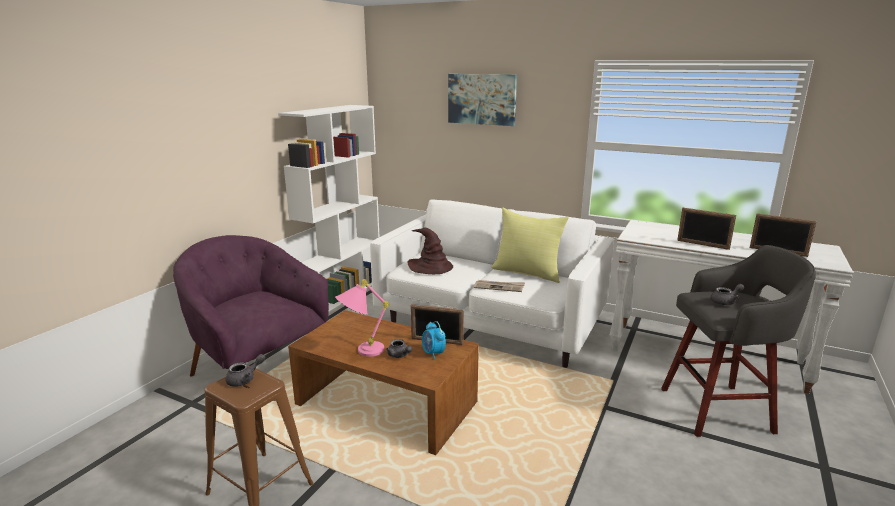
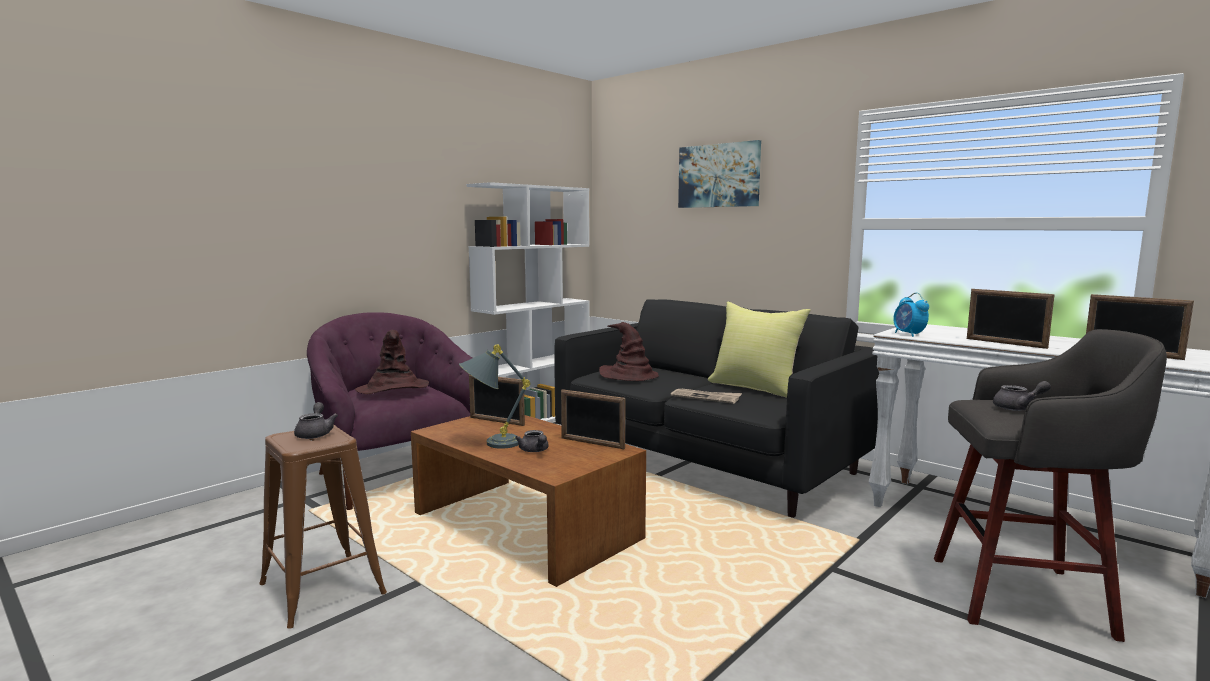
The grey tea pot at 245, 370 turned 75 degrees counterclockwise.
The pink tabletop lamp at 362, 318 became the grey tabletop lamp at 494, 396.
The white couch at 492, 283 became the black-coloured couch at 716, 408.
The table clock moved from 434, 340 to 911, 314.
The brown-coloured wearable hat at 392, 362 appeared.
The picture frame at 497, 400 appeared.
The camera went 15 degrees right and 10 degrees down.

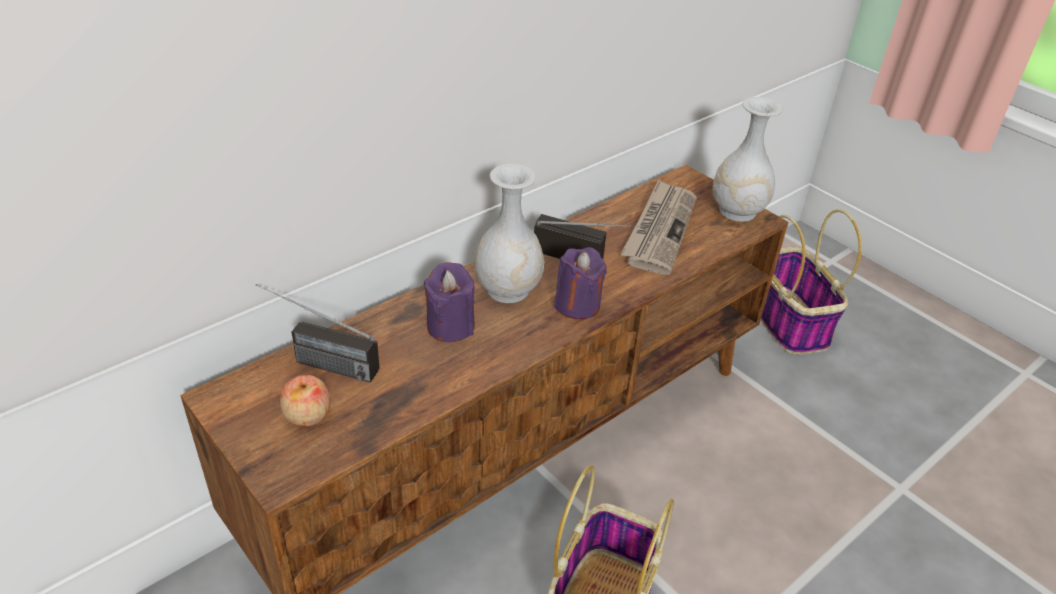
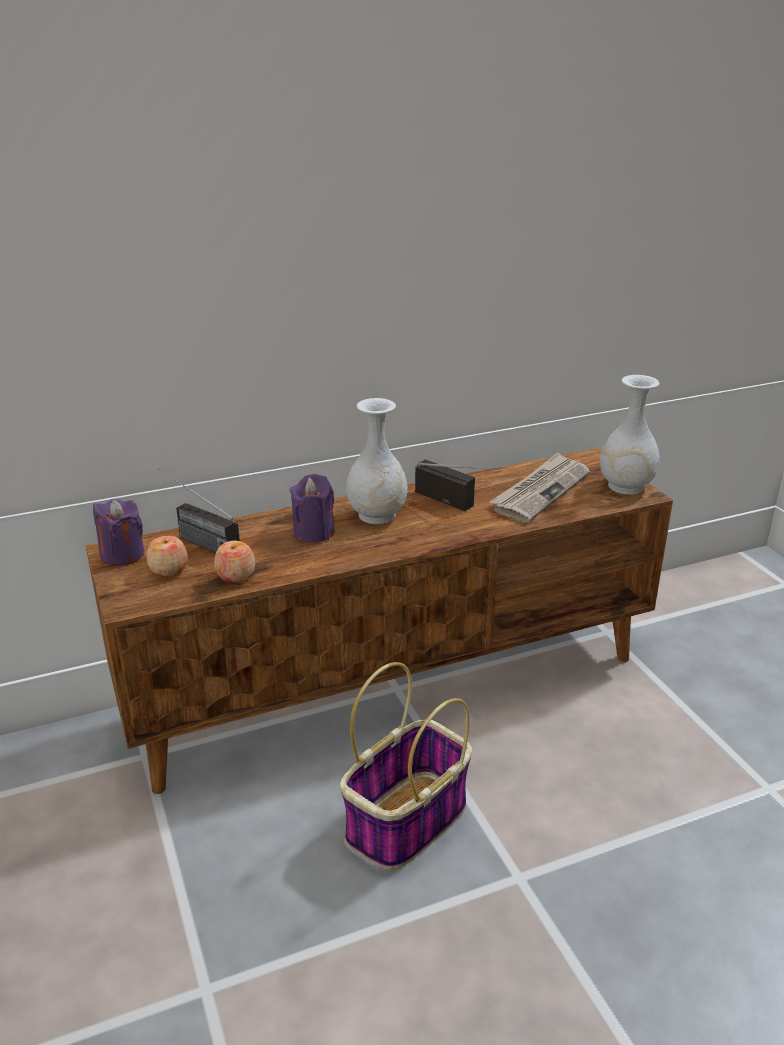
The purplish wax candle moved from 580, 283 to 119, 532.
The household basket at 811, 282 disappeared.
The apple fruit at 234, 562 appeared.
The camera went 20 degrees right and 10 degrees down.

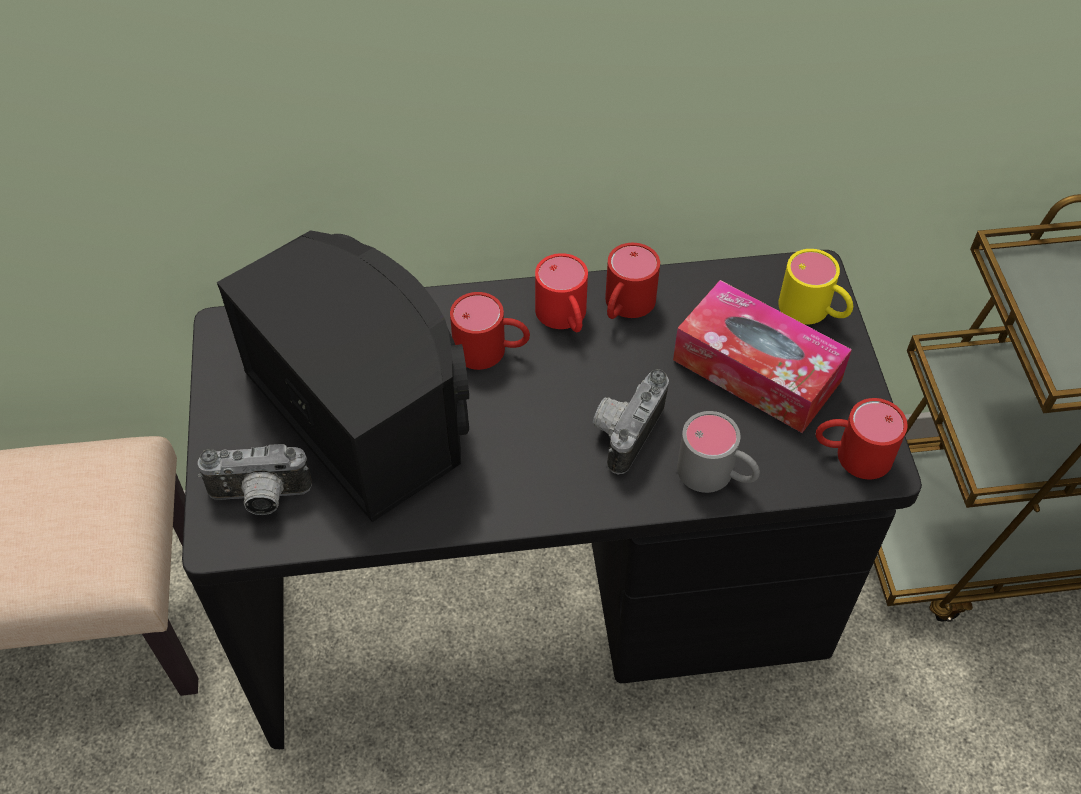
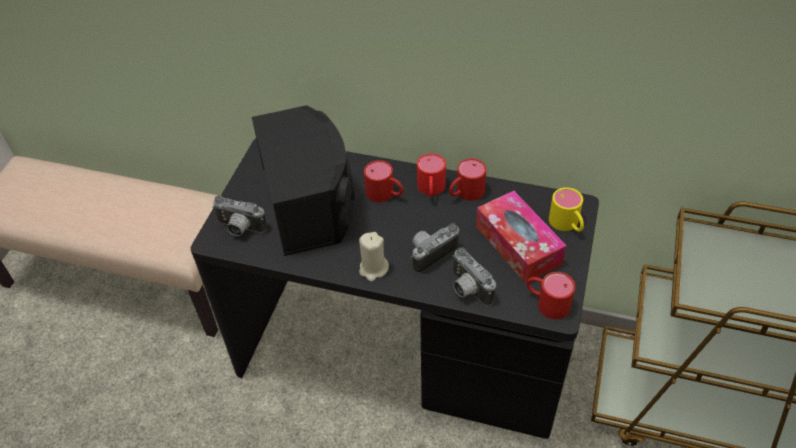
The grey mug at 718, 452 was replaced by the photo camera at 474, 276.
The beige-coloured wax candle at 374, 256 appeared.
The camera went 25 degrees right and 5 degrees down.

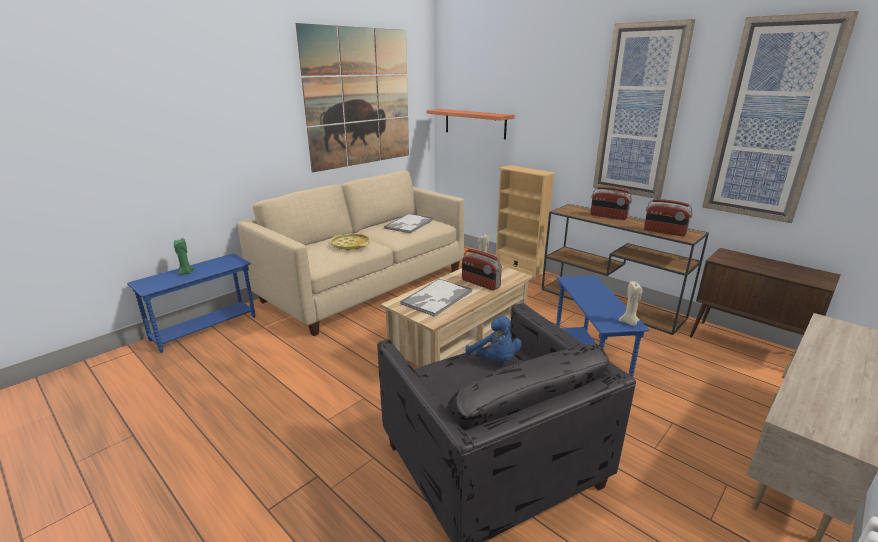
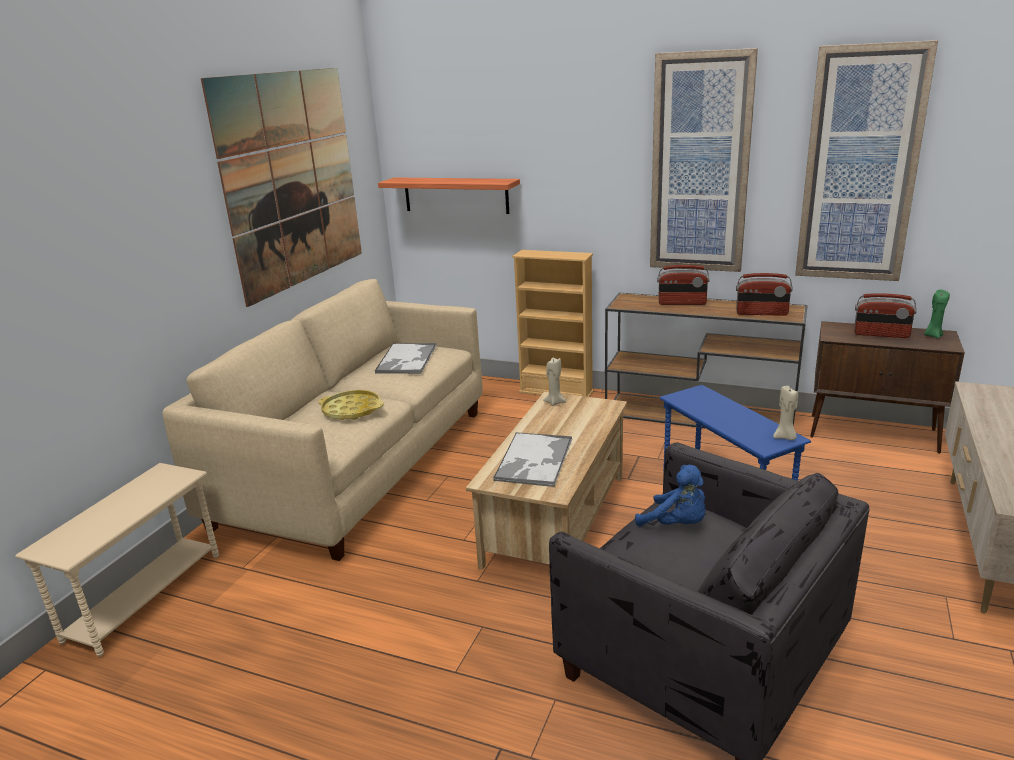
The blue end table at 191, 303 became the beige-coloured end table at 117, 560.
The green wax candle moved from 184, 256 to 937, 314.
The radio set moved from 482, 270 to 885, 315.
The camera went 20 degrees left and 0 degrees up.

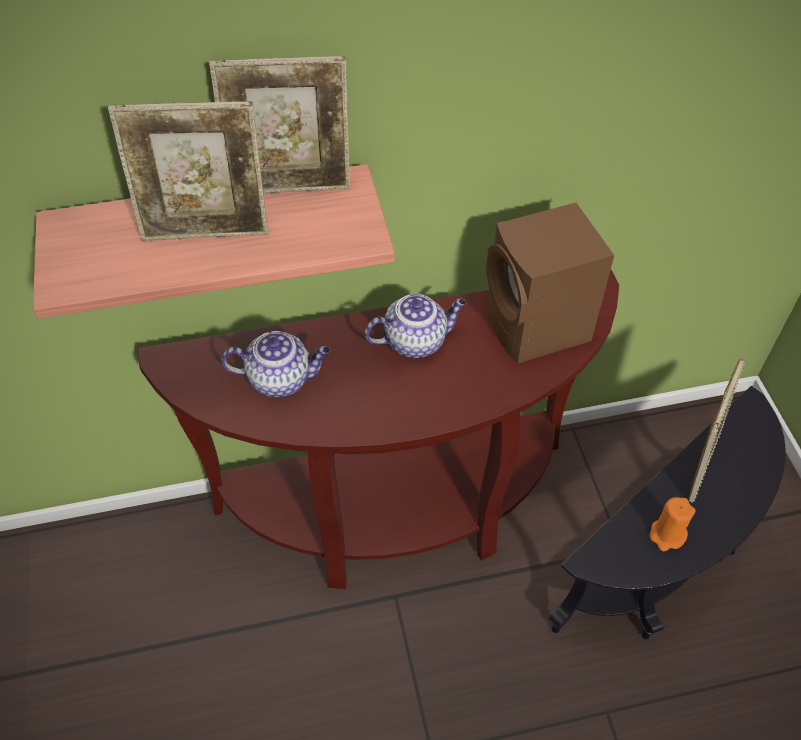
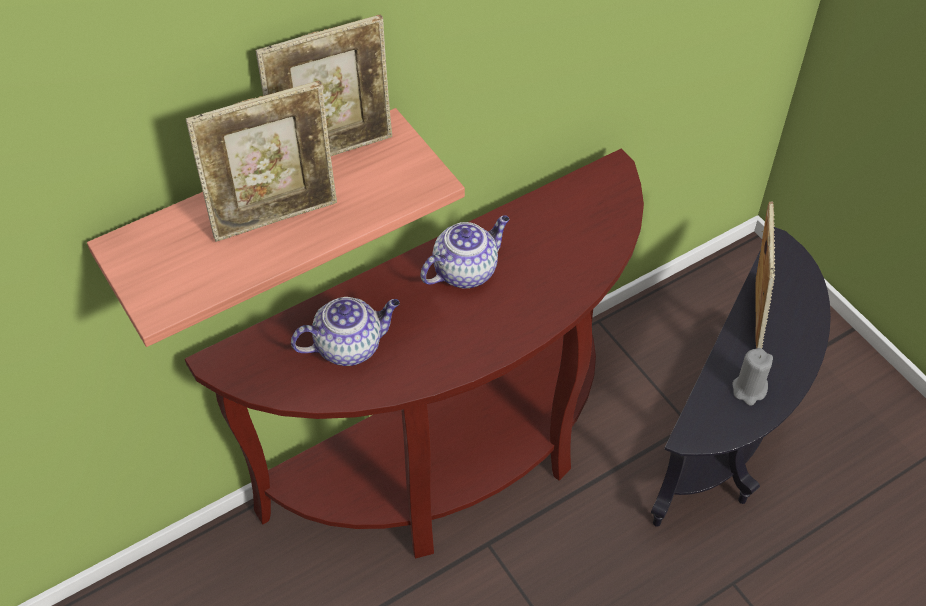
The brown-coloured loudspeaker at 550, 283 disappeared.
The orange wax candle at 672, 524 became the grey wax candle at 752, 377.
The camera went 20 degrees left and 0 degrees up.

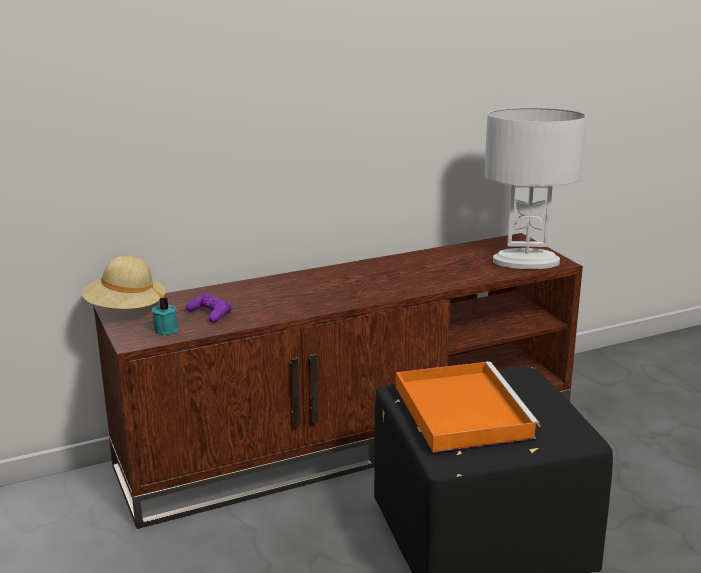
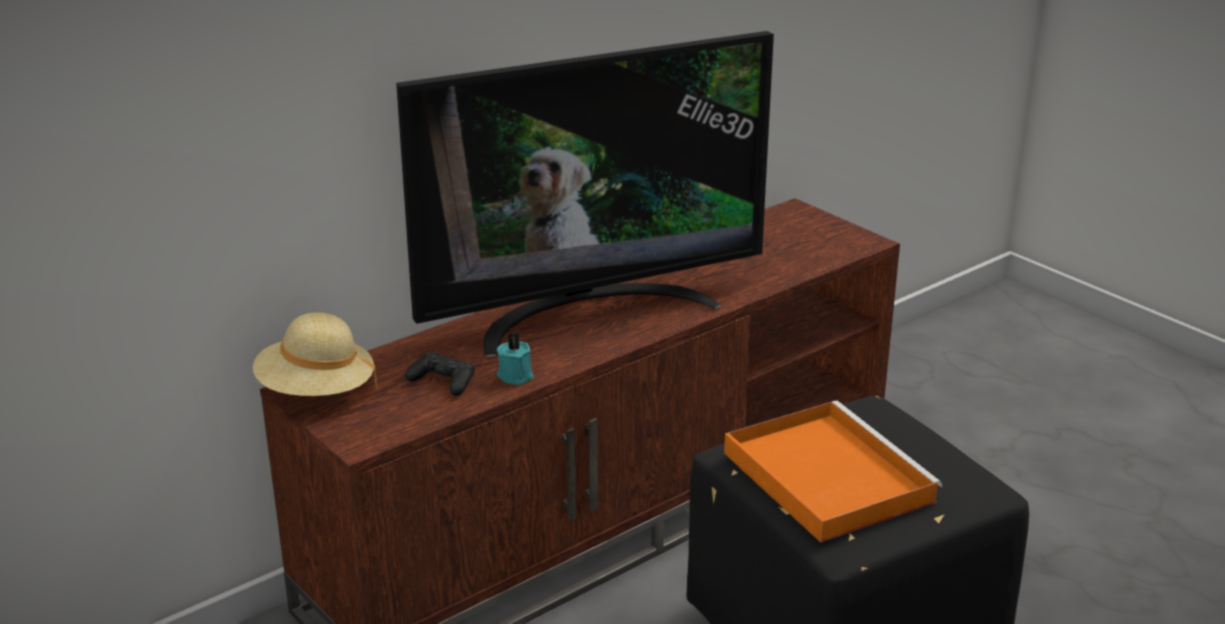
The blue-green wax candle moved from 165, 316 to 515, 358.
The purplish gamepad at 209, 308 became the black-coloured gamepad at 440, 374.
The white tabletop lamp at 535, 188 disappeared.
The TV at 585, 194 appeared.
The camera went 15 degrees left and 5 degrees up.

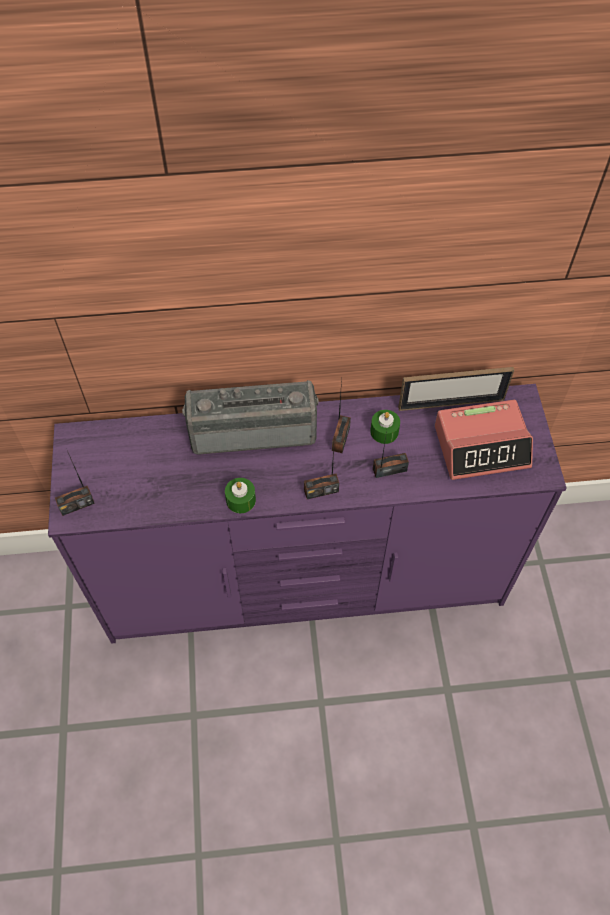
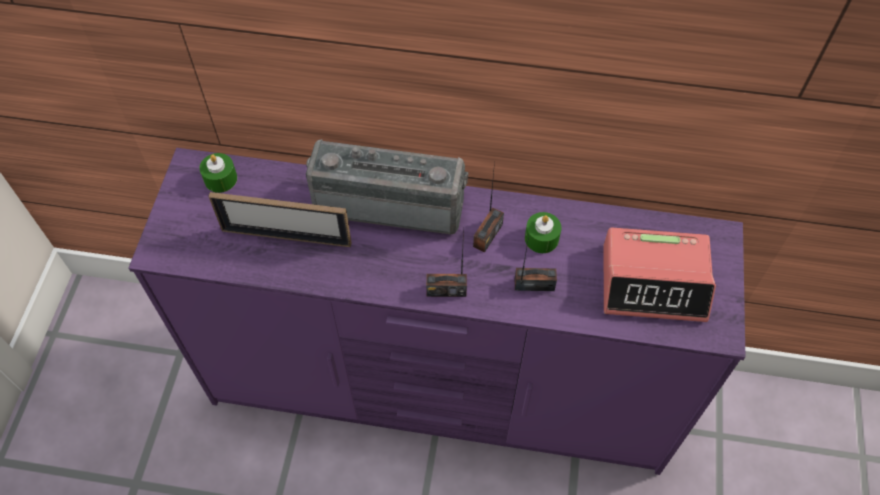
The radio set at 75, 483 disappeared.
The green wax candle moved from 240, 495 to 218, 173.
The picture frame moved from 456, 389 to 280, 219.
The camera went 15 degrees right and 0 degrees up.

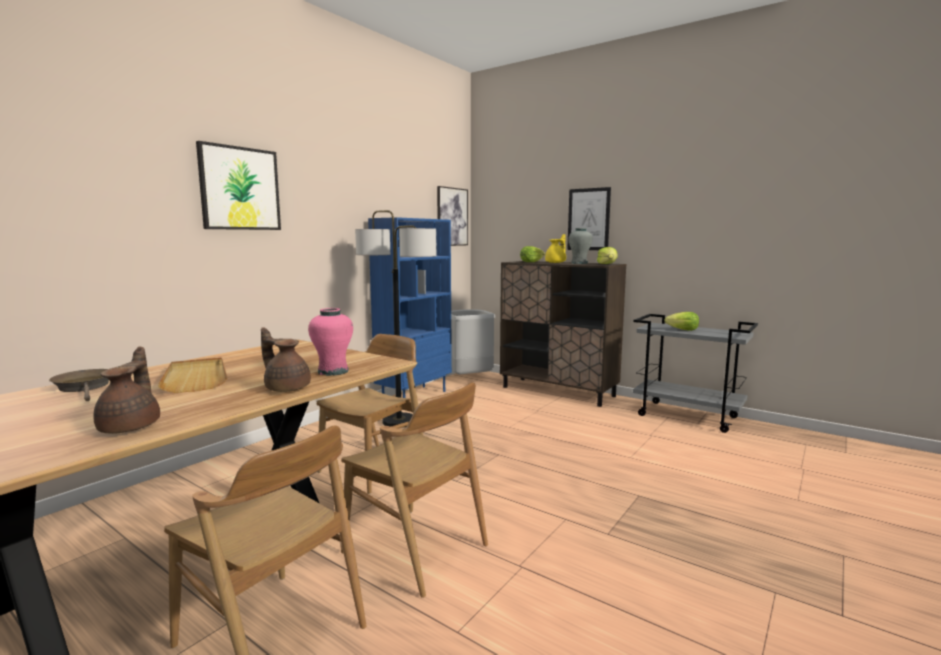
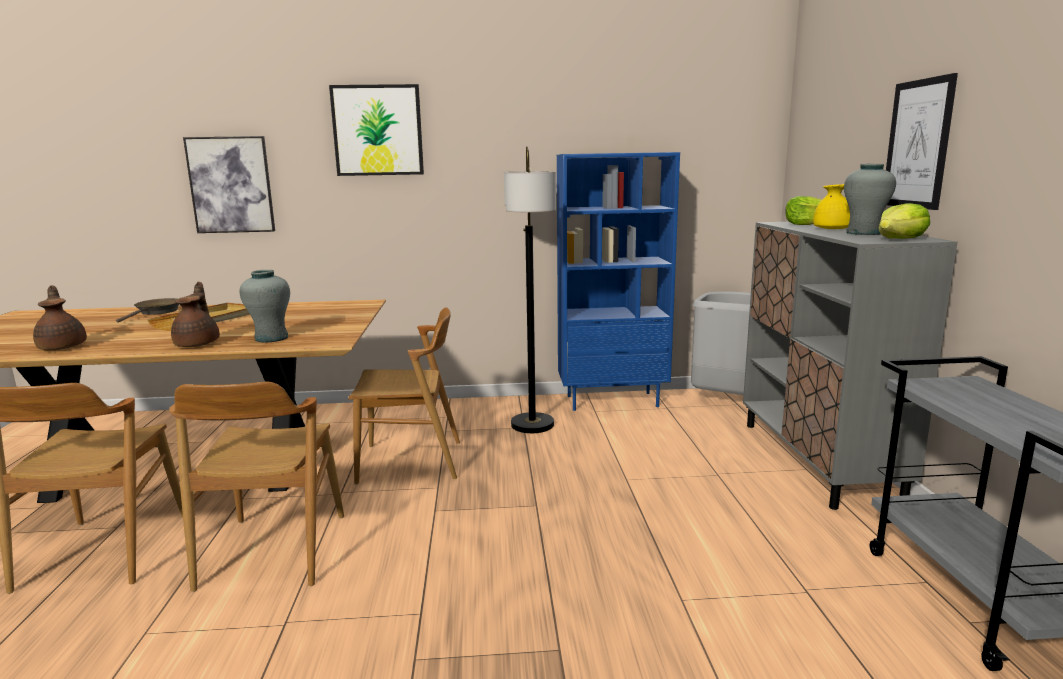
The brown-coloured tea pot at 126, 390 turned 75 degrees counterclockwise.
The pink flower vase at 330, 342 became the grey flower vase at 265, 306.
The picture moved from 452, 216 to 229, 184.
The brown-coloured cupboard at 563, 334 became the grey cupboard at 850, 366.
The lettuce head at 682, 321 disappeared.
The camera went 50 degrees right and 5 degrees up.

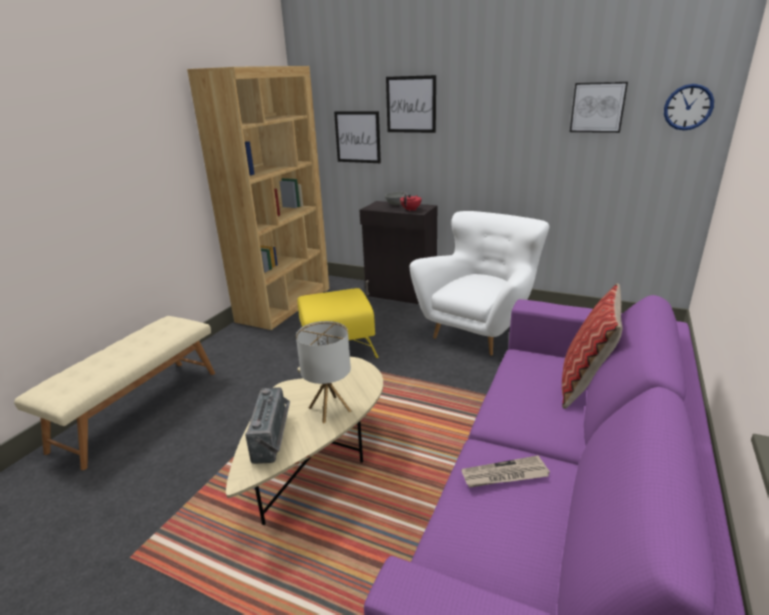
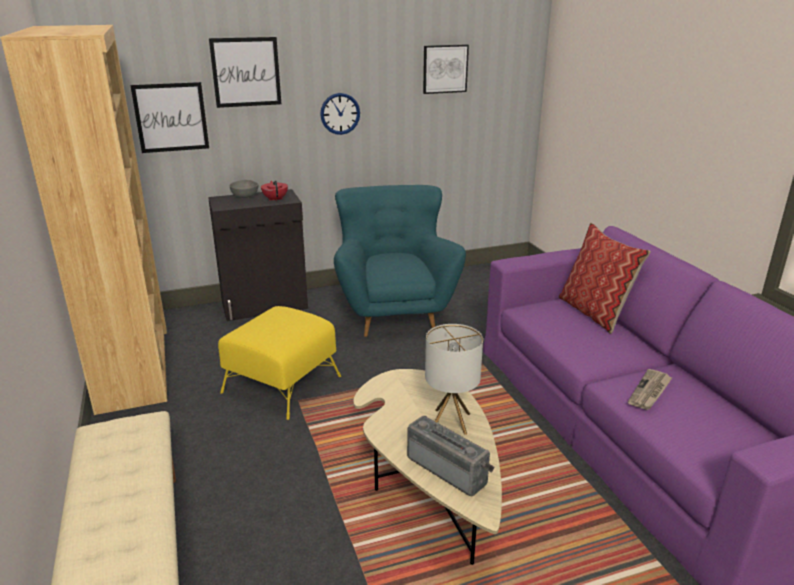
The white lounge chair at 479, 283 became the blue-green lounge chair at 400, 261.
The clock on the wall moved from 689, 107 to 340, 114.
The camera went 45 degrees left and 0 degrees up.

